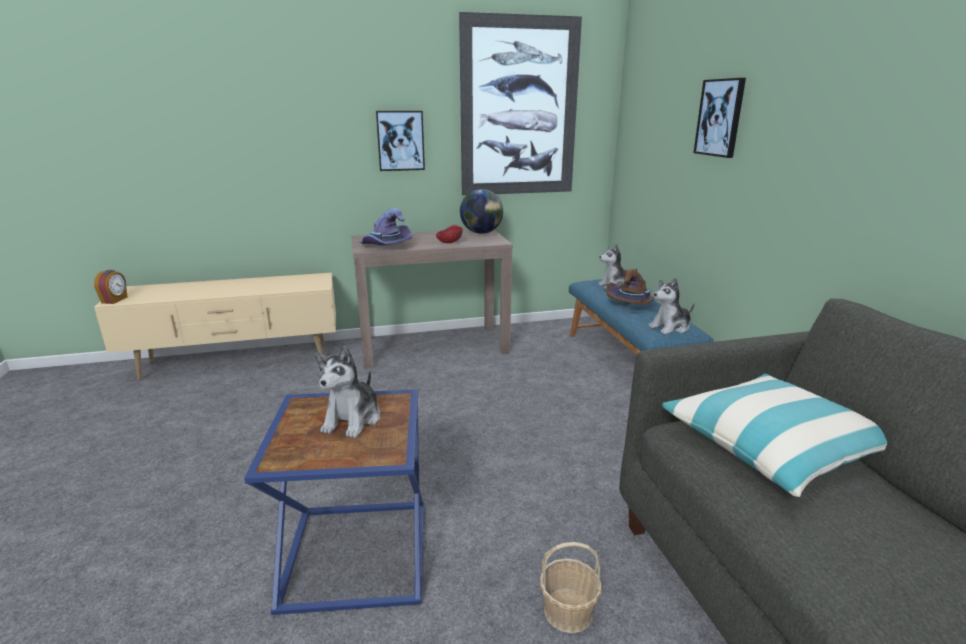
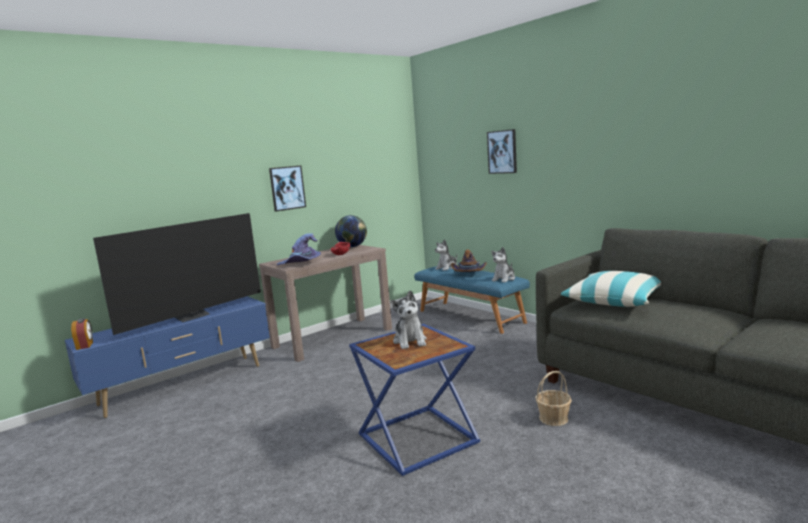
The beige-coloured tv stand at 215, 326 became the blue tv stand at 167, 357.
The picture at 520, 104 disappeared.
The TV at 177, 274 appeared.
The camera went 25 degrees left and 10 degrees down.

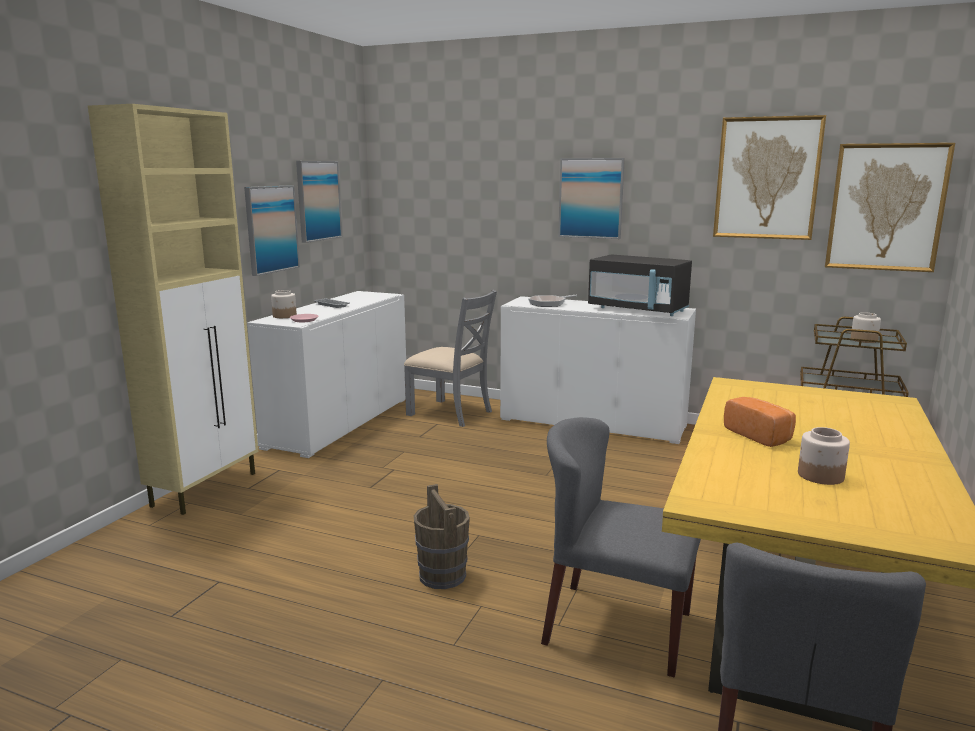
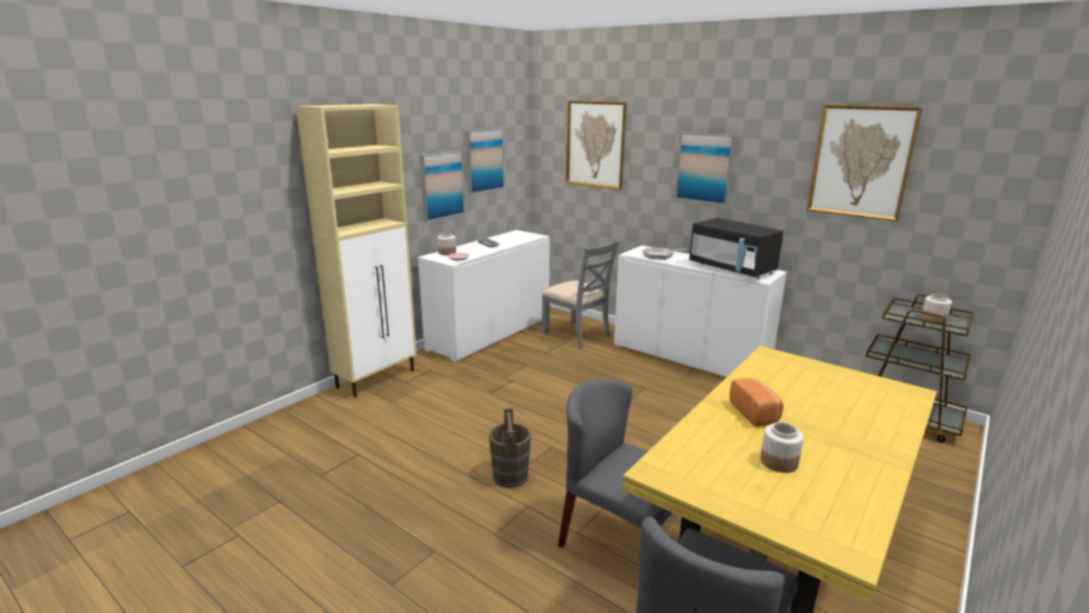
The picture moved from 890, 207 to 596, 145.
The camera went 15 degrees right and 5 degrees up.

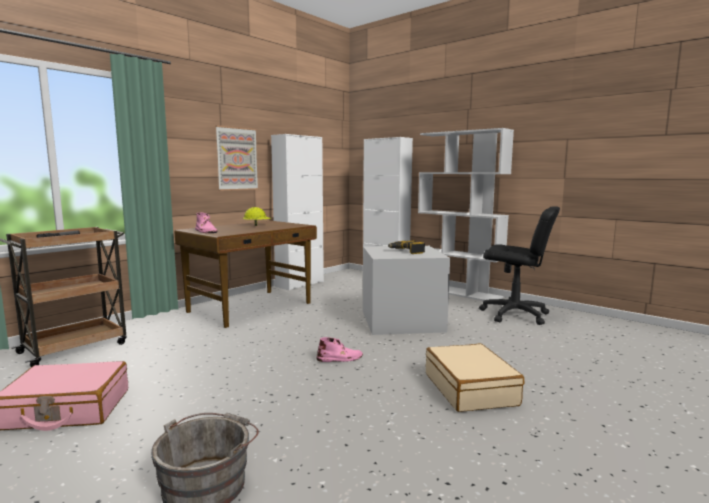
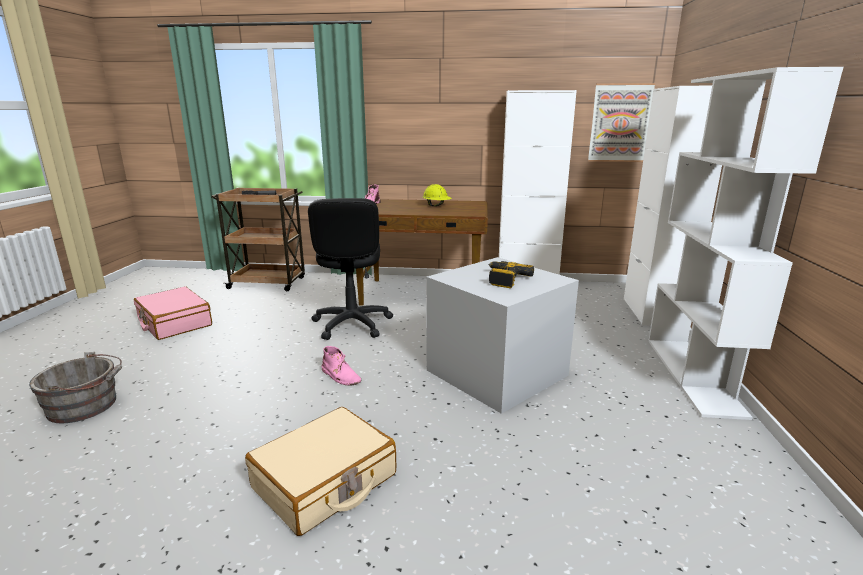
The picture moved from 236, 158 to 621, 122.
The black-coloured office chair moved from 519, 265 to 350, 269.
The camera went 55 degrees right and 10 degrees up.

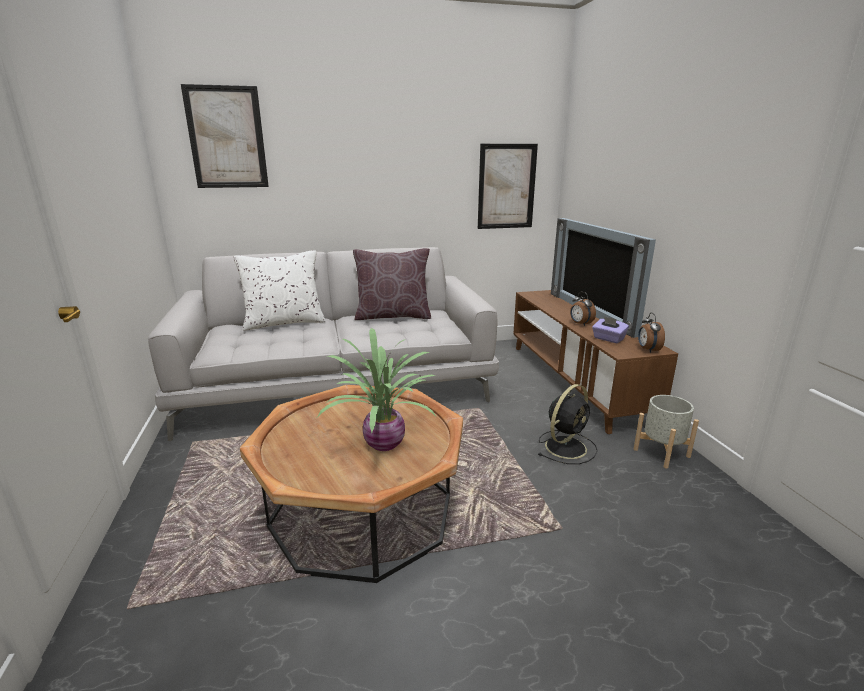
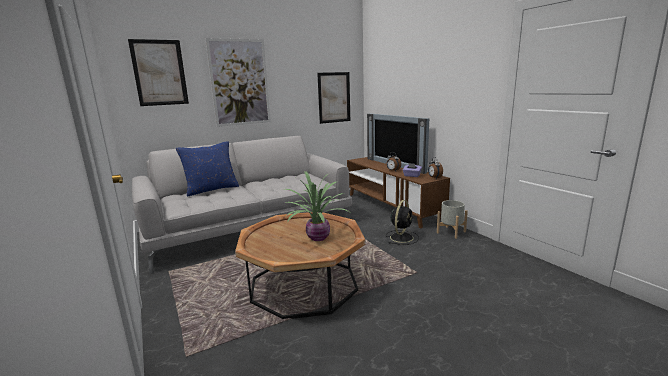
The white throw pillow at 279, 291 became the blue throw pillow at 207, 169.
The brown-coloured throw pillow at 392, 284 disappeared.
The picture at 238, 82 appeared.
The camera went 15 degrees left and 5 degrees down.

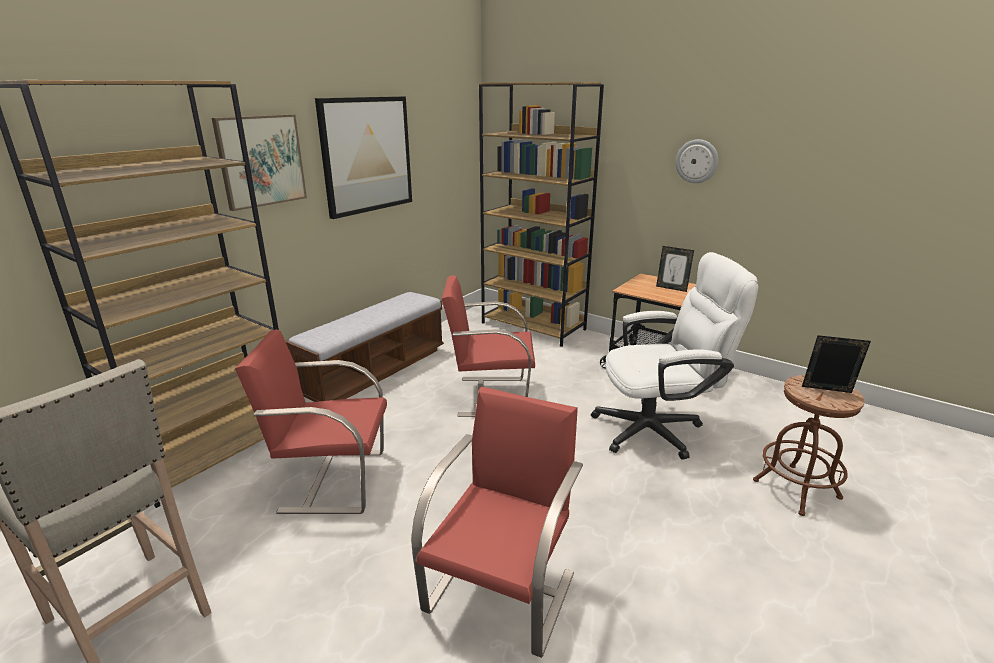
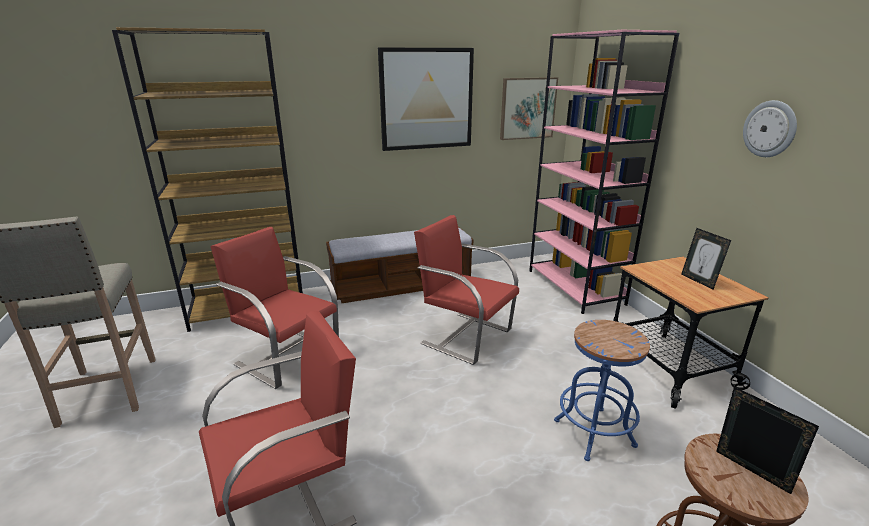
The picture moved from 259, 162 to 529, 108.
The brown-coloured bookshelf at 541, 214 became the pink bookshelf at 604, 172.
The white office chair at 674, 356 was replaced by the blue stool at 602, 390.
The camera went 35 degrees right and 0 degrees up.

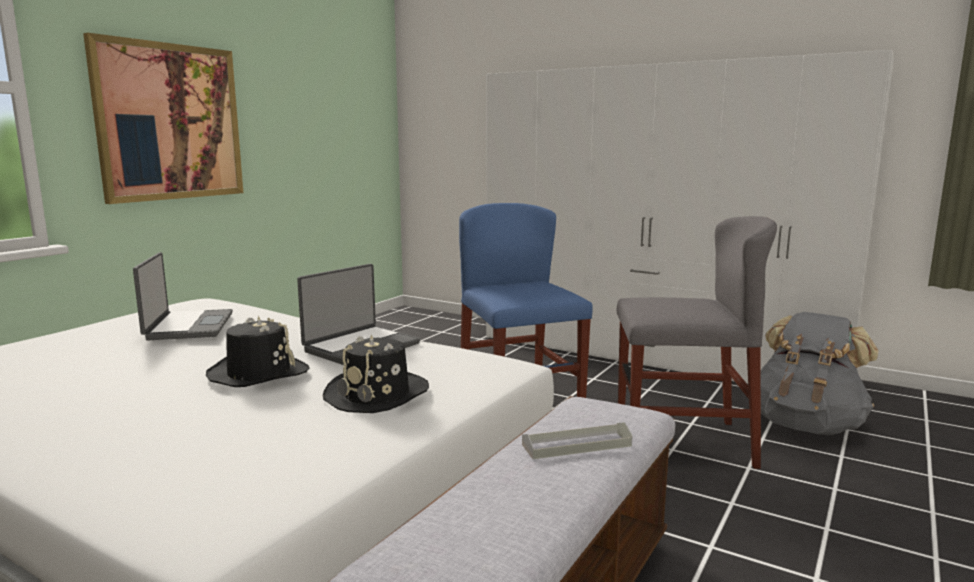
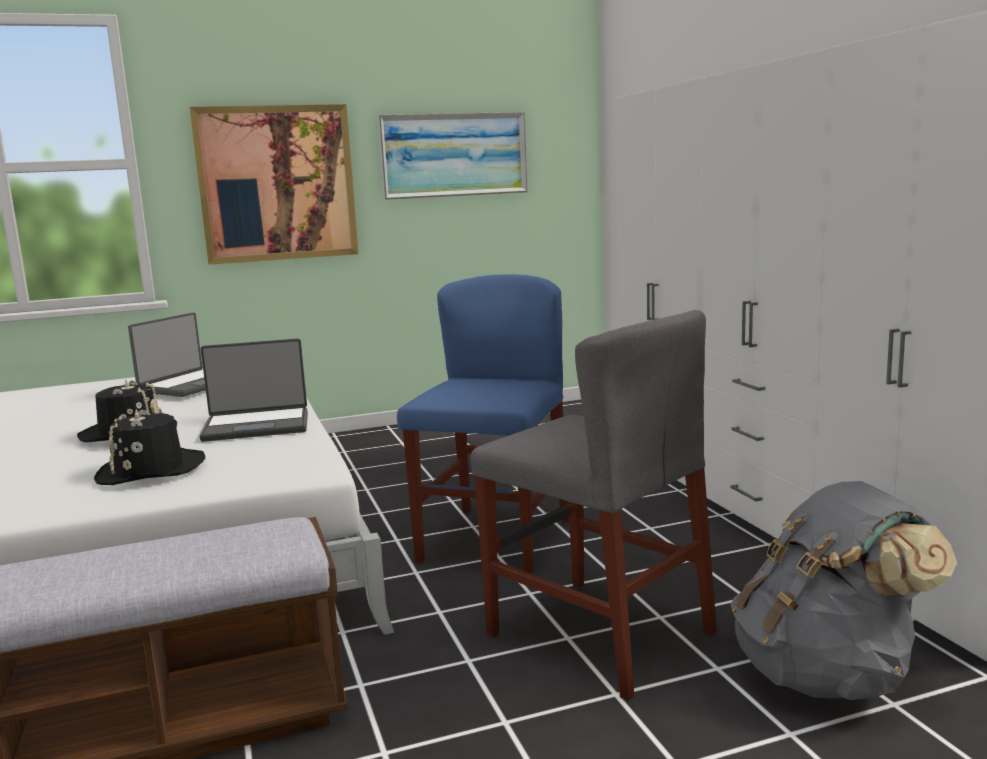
The grey serving tray at 577, 440 disappeared.
The picture at 453, 156 appeared.
The camera went 40 degrees right and 0 degrees up.

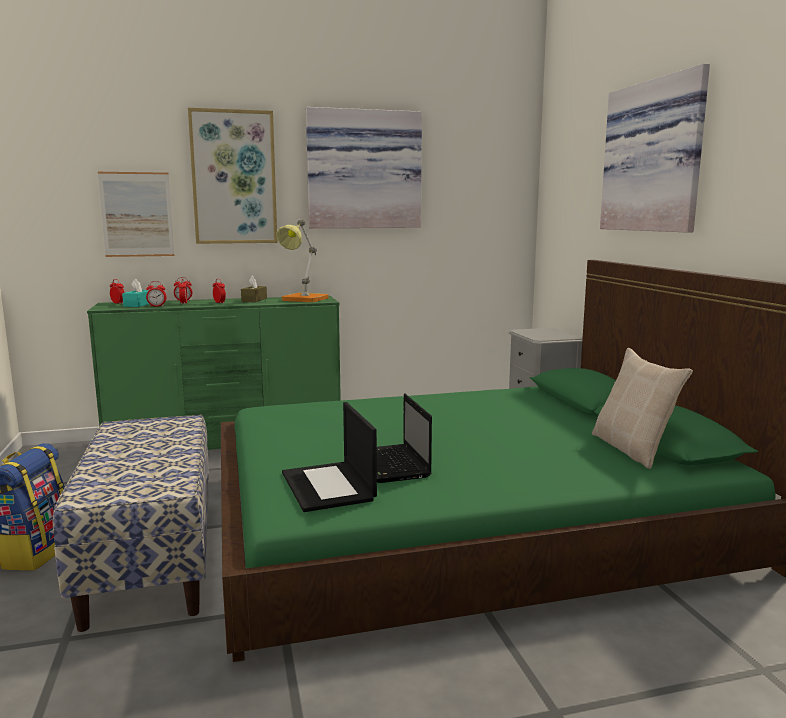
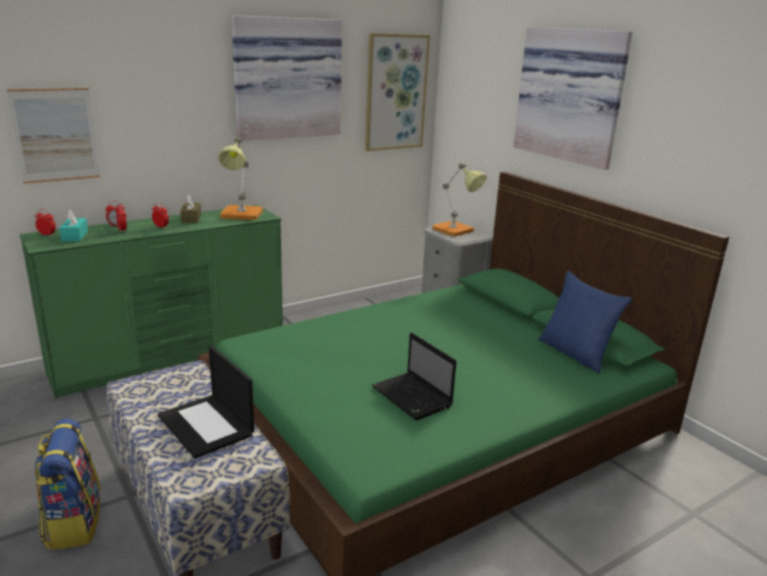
The table clock at 156, 294 disappeared.
The picture moved from 233, 176 to 397, 92.
The portable computer moved from 329, 457 to 206, 402.
The beige-coloured throw pillow at 642, 408 became the blue throw pillow at 585, 322.
The tabletop lamp at 459, 199 appeared.
The camera went 20 degrees left and 10 degrees up.

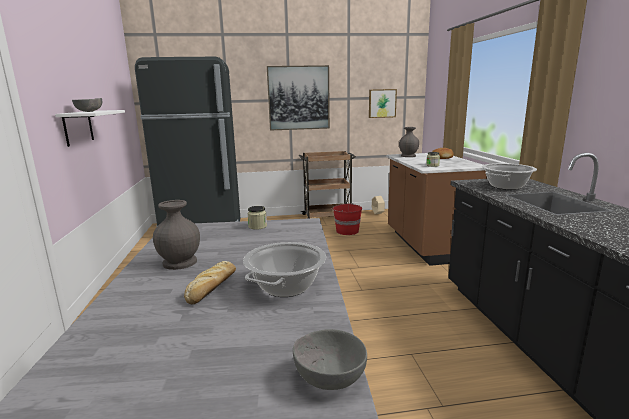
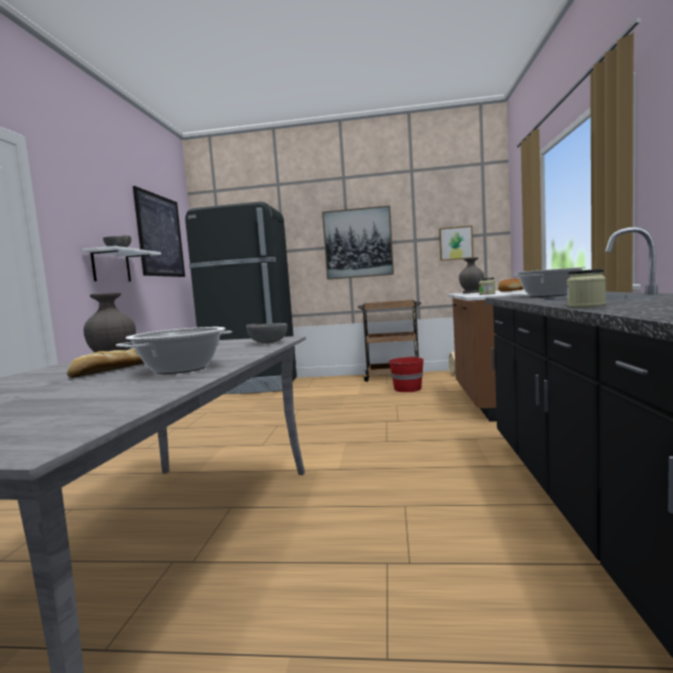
The preserve jar moved from 257, 218 to 586, 288.
The grey deep dish moved from 330, 359 to 266, 333.
The picture at 159, 231 appeared.
The camera went 15 degrees right and 10 degrees down.

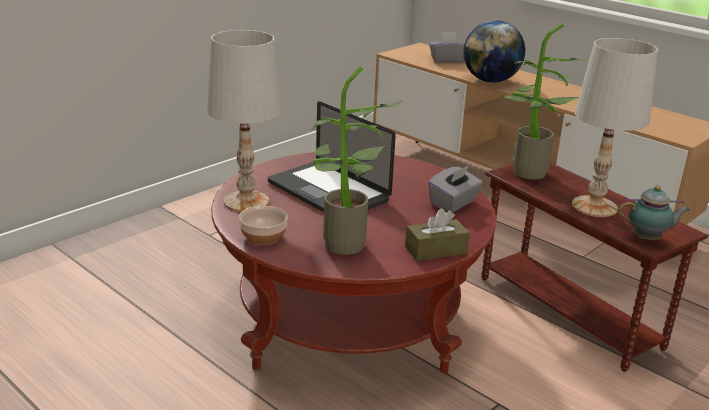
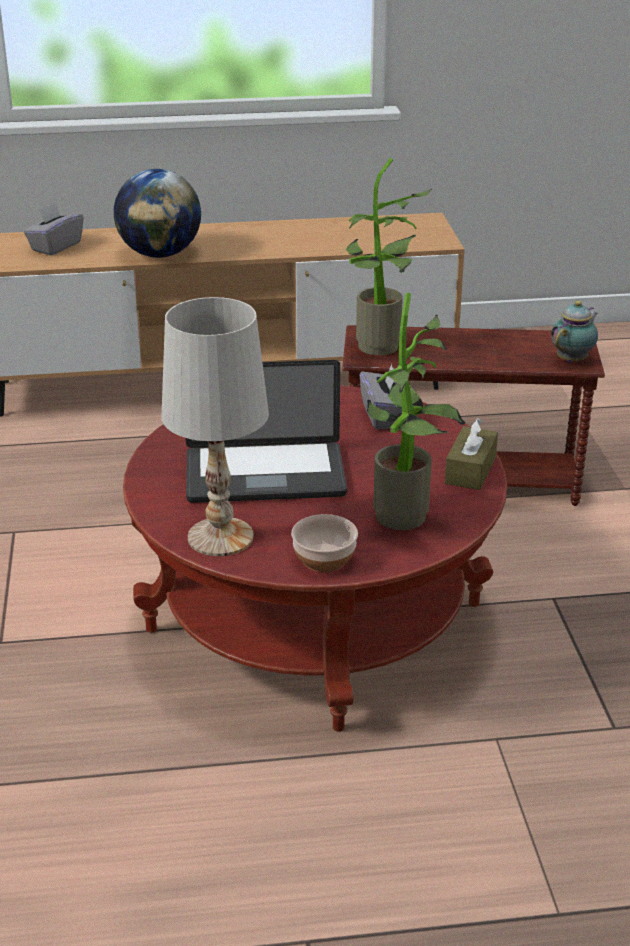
The white tabletop lamp at 615, 127 disappeared.
The camera went 50 degrees left and 5 degrees up.

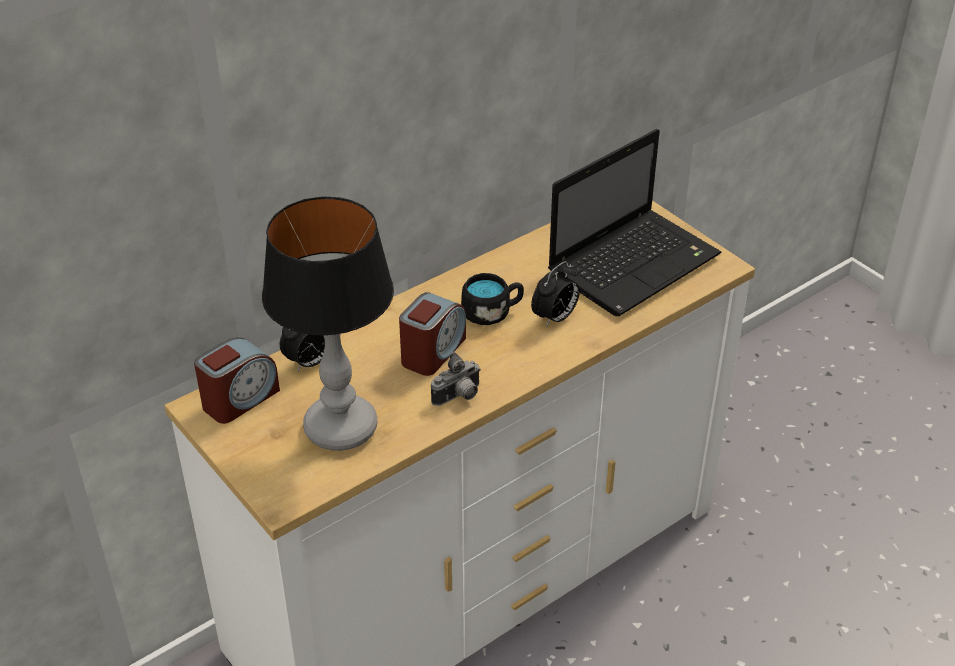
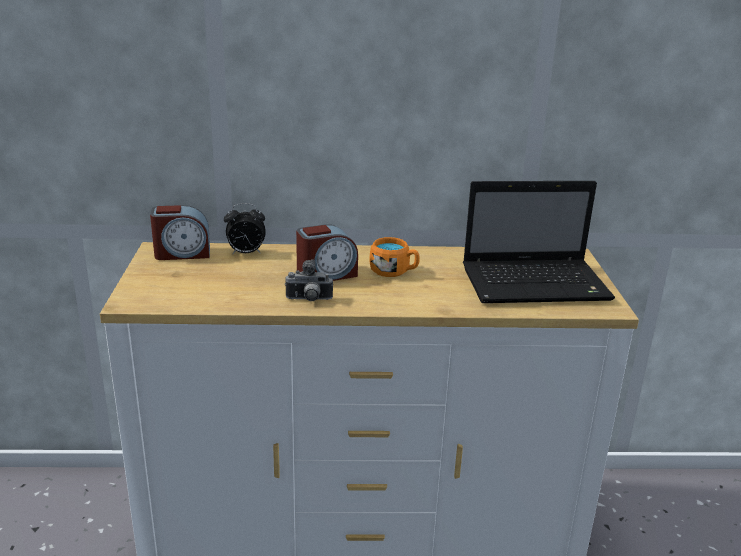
The tabletop lamp at 328, 323 disappeared.
The black-coloured mug at 492, 299 became the orange mug at 395, 257.
The table clock at 555, 294 disappeared.
The camera went 35 degrees right and 15 degrees down.

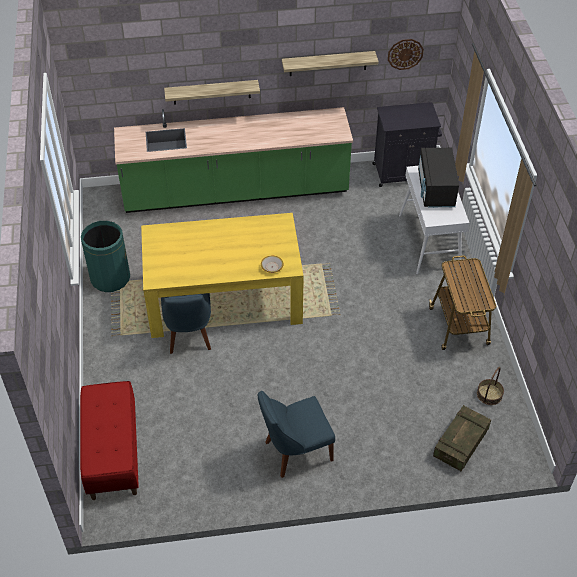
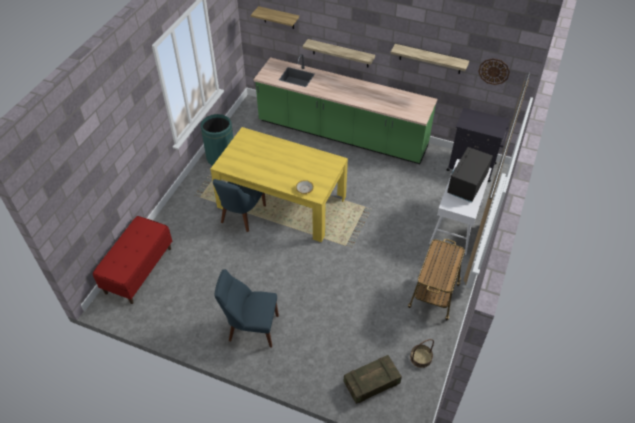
The bracket shelf at 275, 17 appeared.
The camera went 30 degrees right and 0 degrees up.

